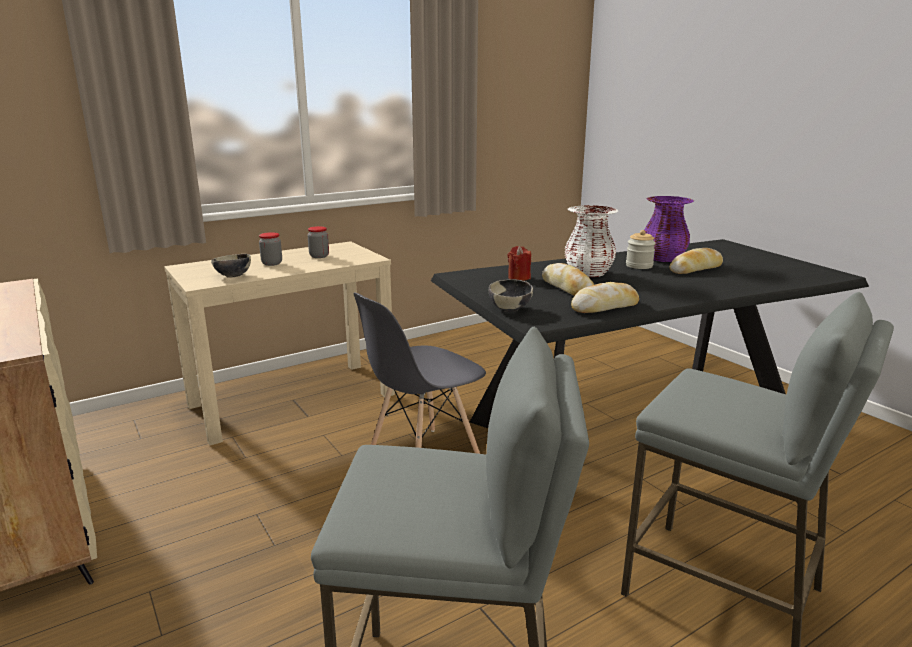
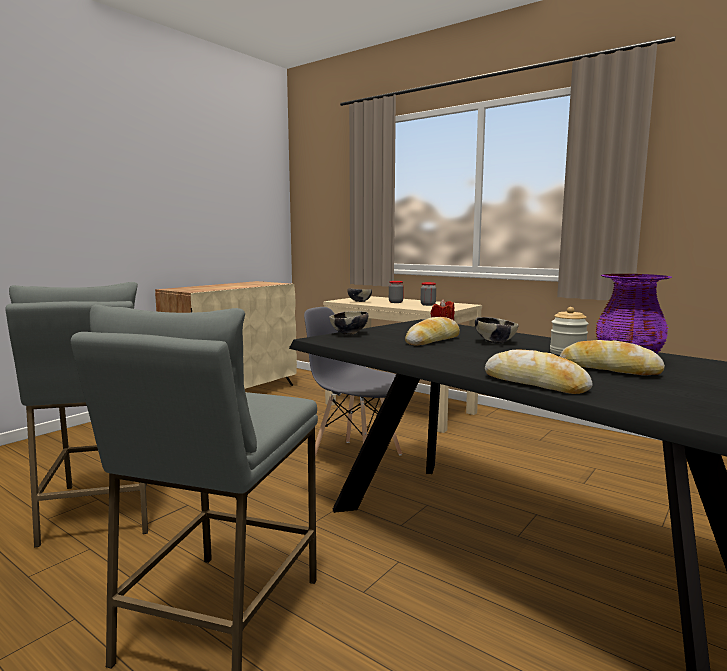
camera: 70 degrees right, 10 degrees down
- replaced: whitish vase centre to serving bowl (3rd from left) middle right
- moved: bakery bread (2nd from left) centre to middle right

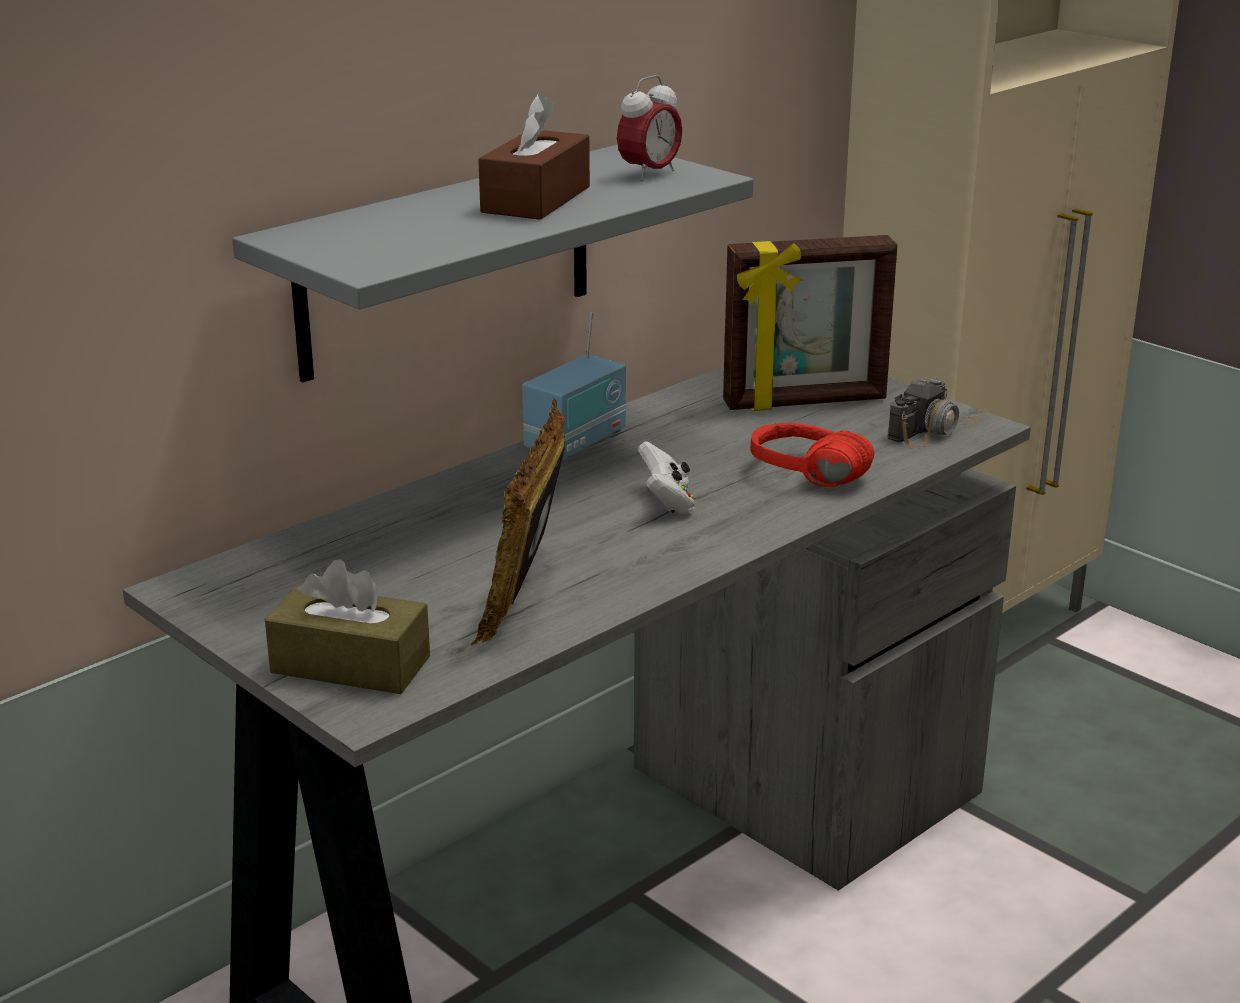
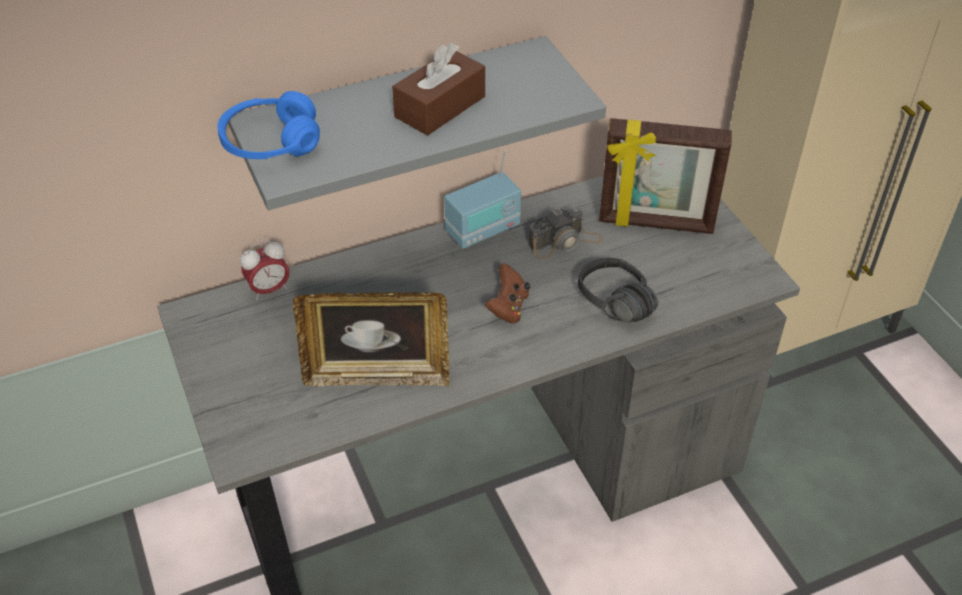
camera: 20 degrees right, 20 degrees up
- removed: brown tissue box (1st from left) middle left
- turned: photo frame (1st from left) centre = centre 120 degrees counterclockwise
- moved: bedside clock top centre to middle left
- recoloured: whitish joypad centre to brown joypad centre
- recoloured: red-coloured pair of headphones centre to blackish pair of headphones centre
- moved: photo camera middle right to centre
- added: blue pair of headphones top left

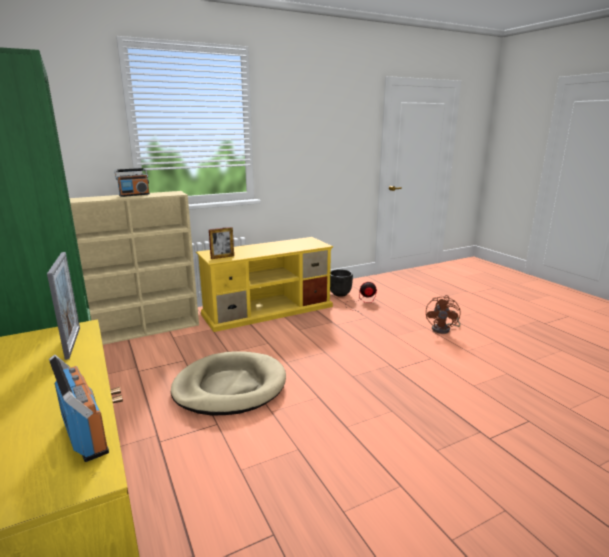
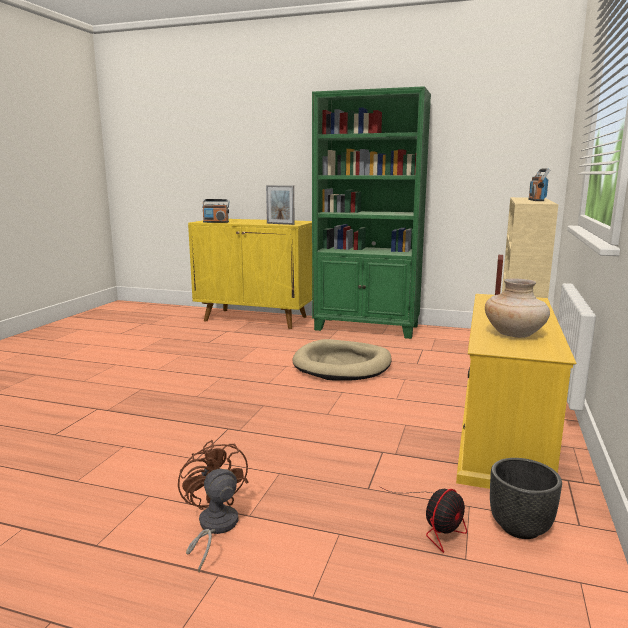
camera: 135 degrees right, 5 degrees down
- added: beige-coloured vase middle right

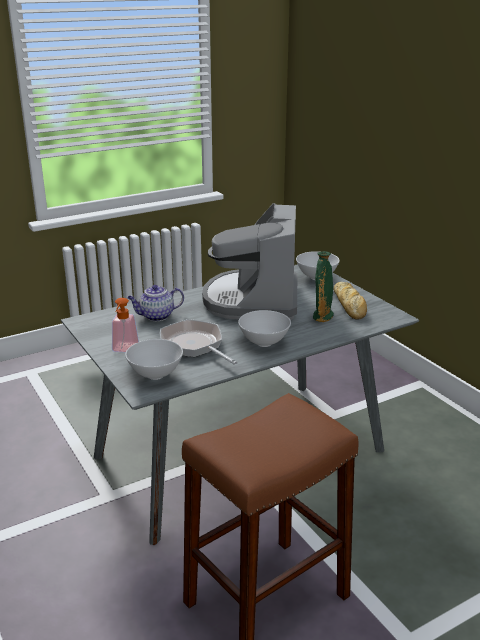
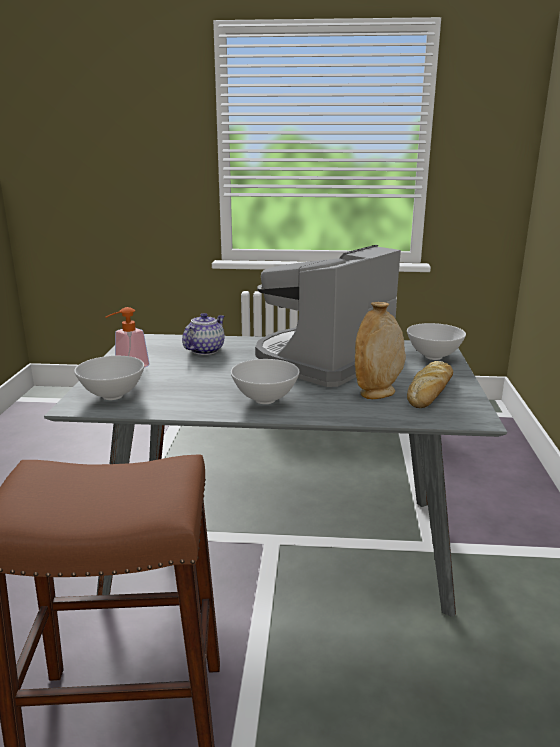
camera: 35 degrees right, 5 degrees down
- turned: pot for tea middle left = centre 105 degrees clockwise
- removed: skillet centre
- recoloured: green vase middle right to beige-coloured vase middle right

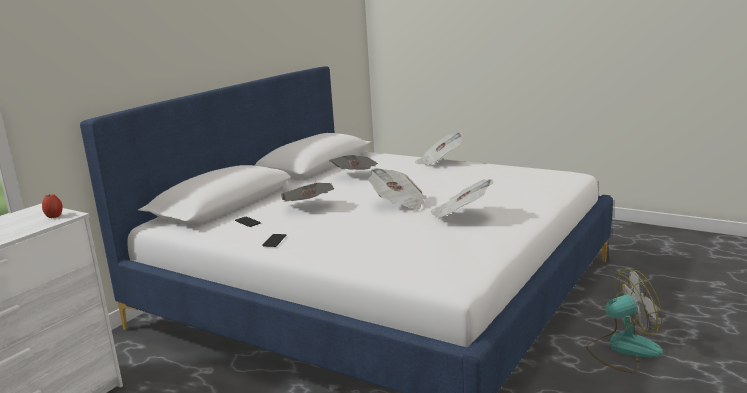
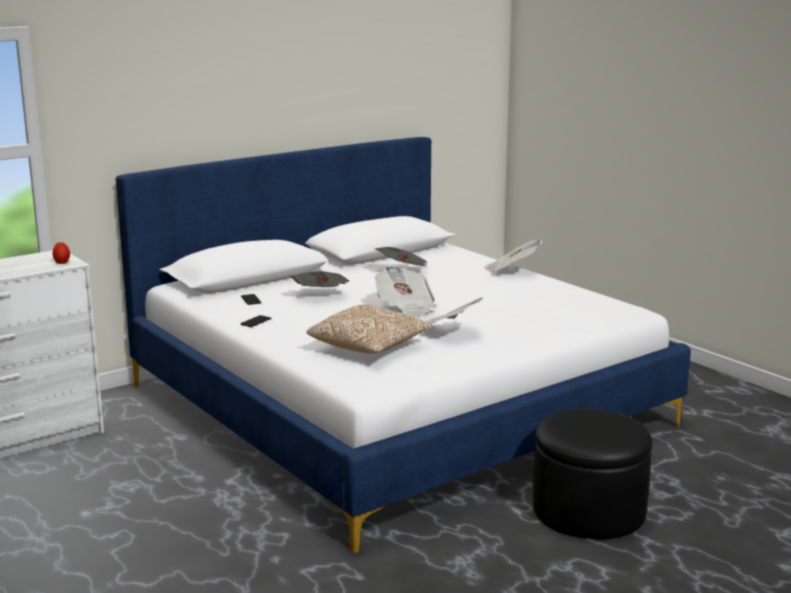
camera: 20 degrees right, 0 degrees up
- replaced: fan bottom right to blackish ottoman bottom right
- added: cushion centre

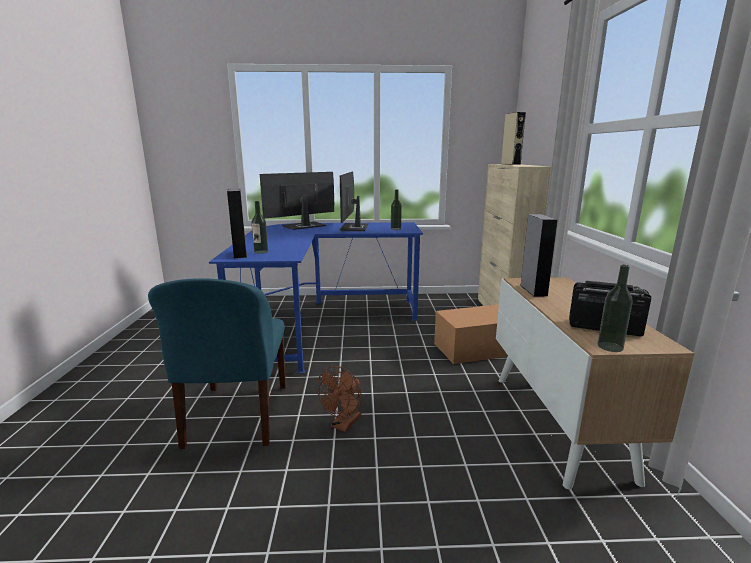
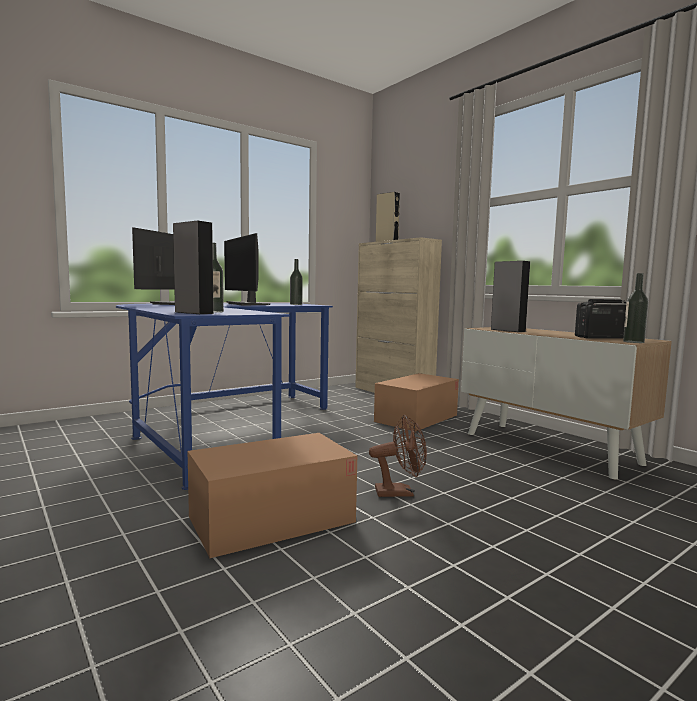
camera: 35 degrees left, 10 degrees down
- replaced: blue chair middle left to cardboard box (1st from left) bottom centre
- turned: brown fan bottom centre = centre 90 degrees counterclockwise

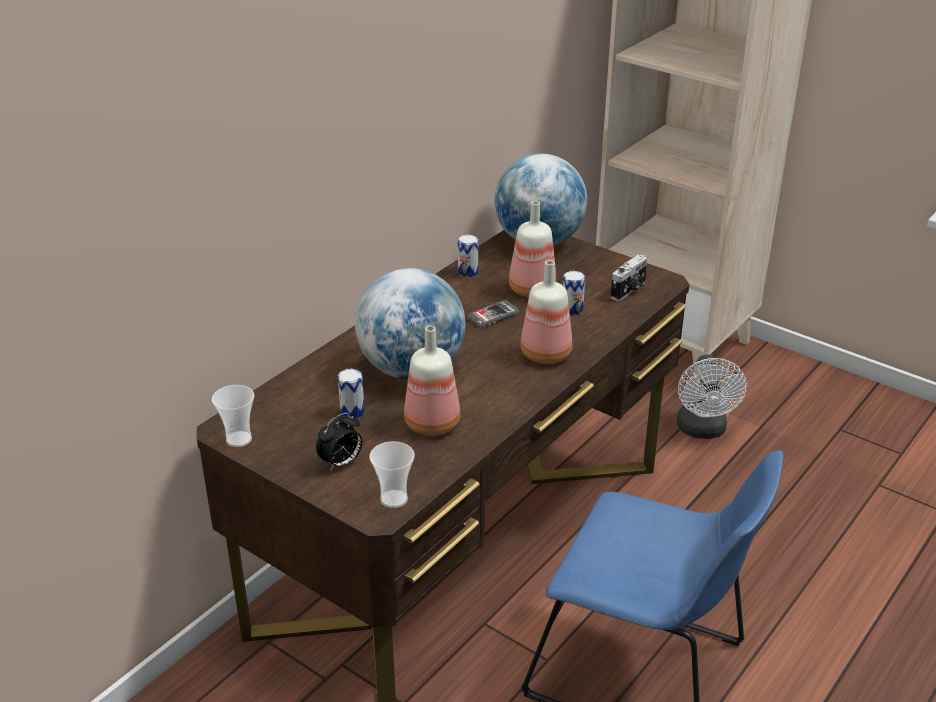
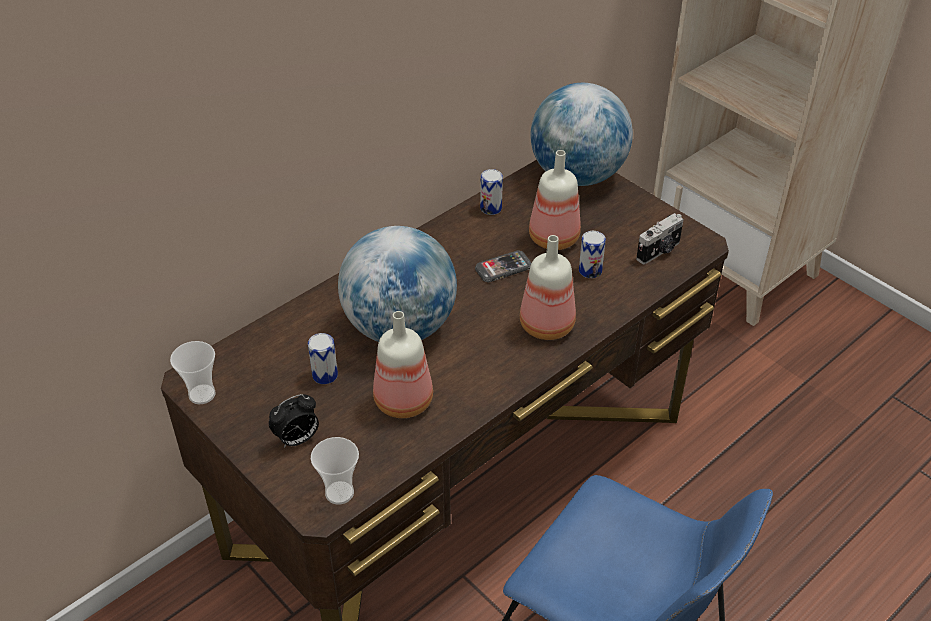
camera: 10 degrees right, 10 degrees up
- removed: whitish fan middle right

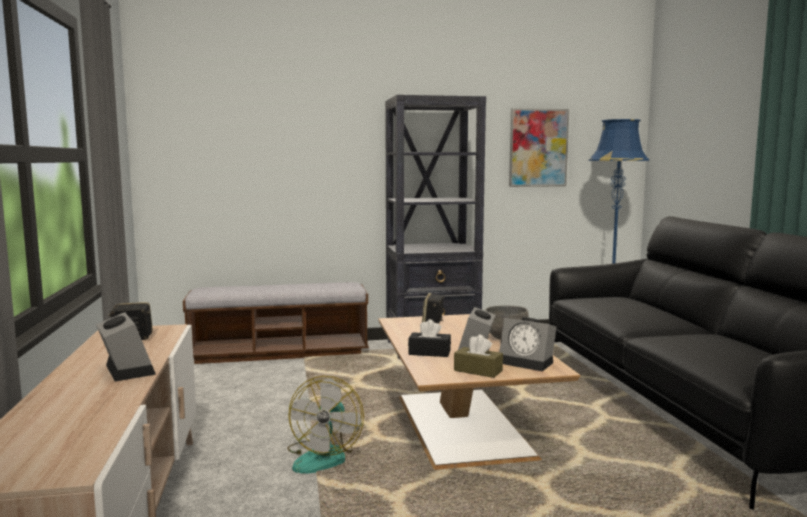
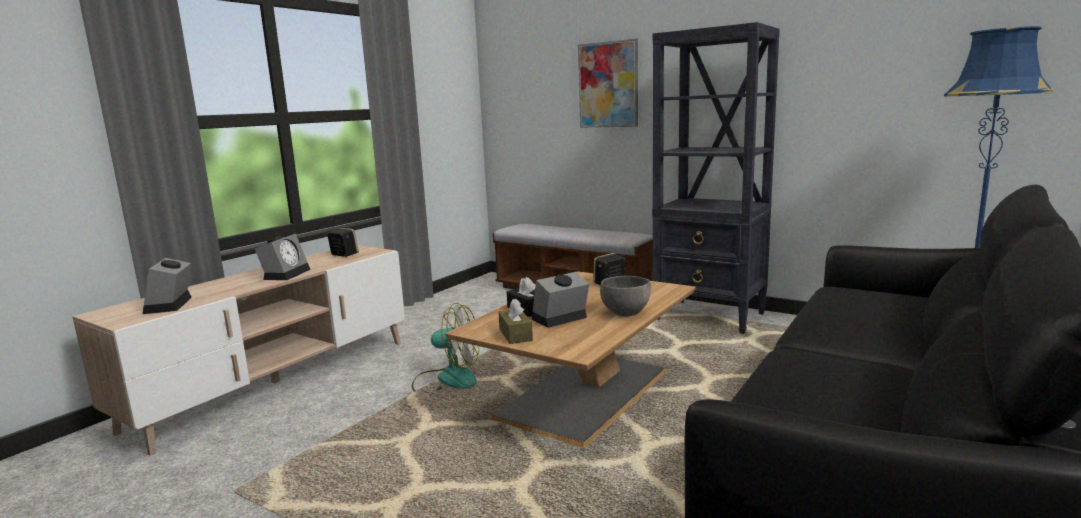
camera: 45 degrees right, 5 degrees up
- turned: fan bottom centre = bottom centre 135 degrees counterclockwise
- moved: bedside clock (3rd from left in the first image) centre to bedside clock (1st from left) middle left
- moved: wall picture top right to top centre

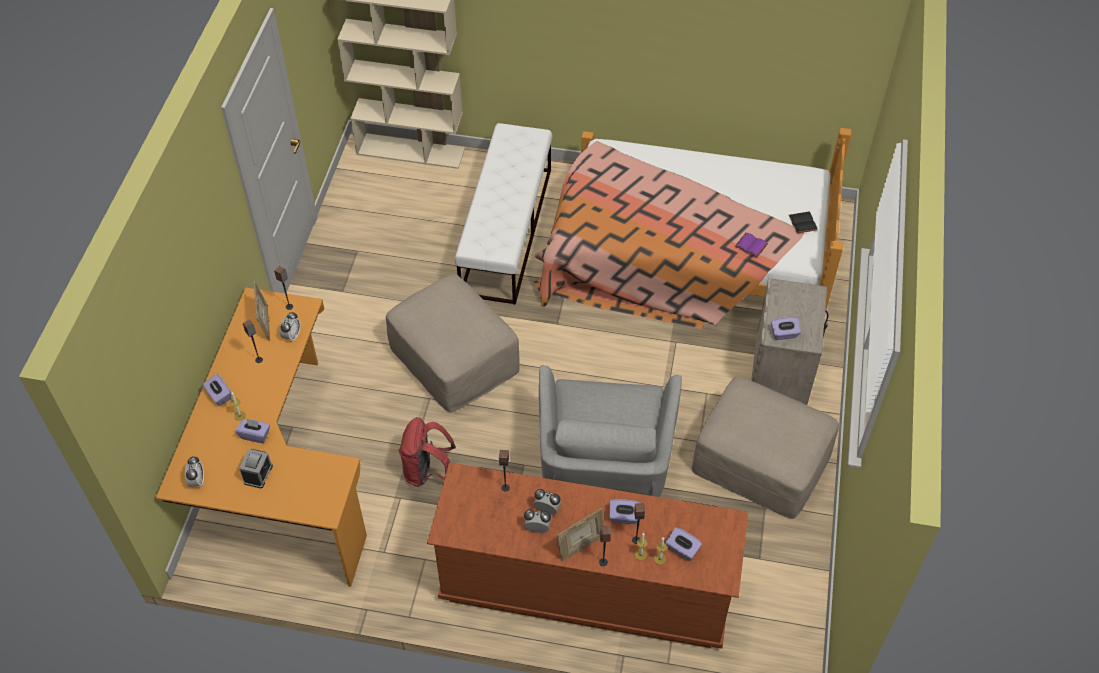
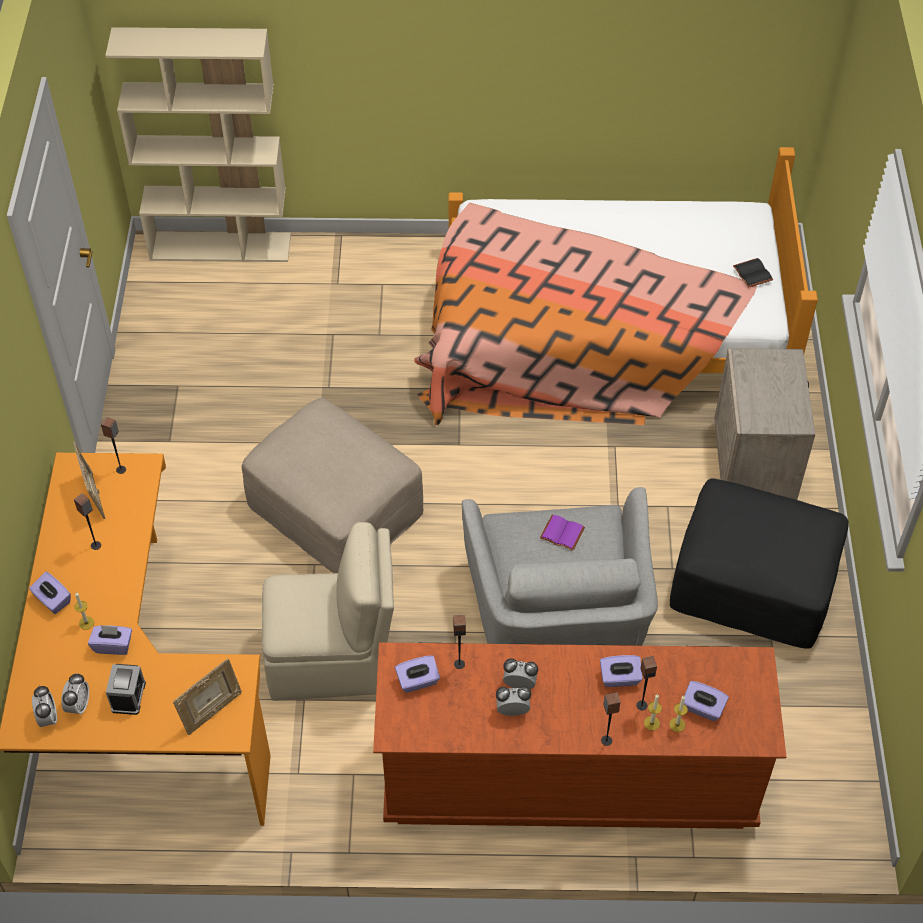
camera: 10 degrees left, 0 degrees up
- moved: bedside clock (3rd from left in the first image) middle left to bedside clock (2nd from left) bottom left
- replaced: red-coloured knapsack bottom centre to beige-coloured chair centre
- removed: whitish long seat top centre
- moved: photo frame (2nd from left) bottom centre to bottom left
- recoloured: beige-coloured ottoman (2nd from left) middle right to blackish ottoman middle right
- moved: purple volume middle right to centre
- moved: purple tissue box (5th from left in the first image) middle right to purple tissue box (3rd from left) bottom centre

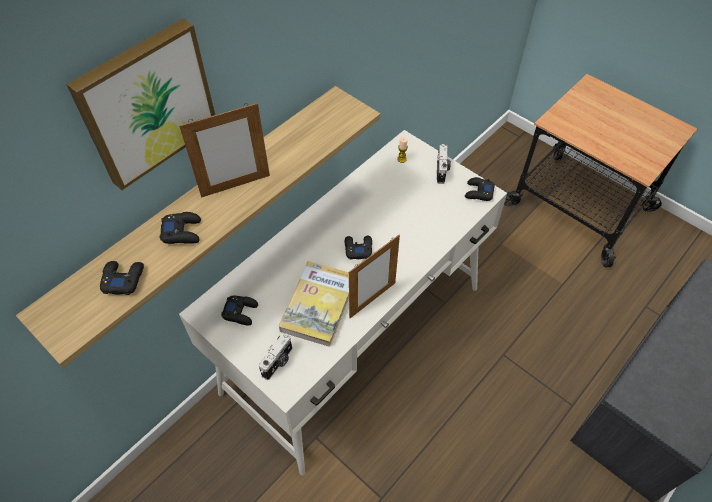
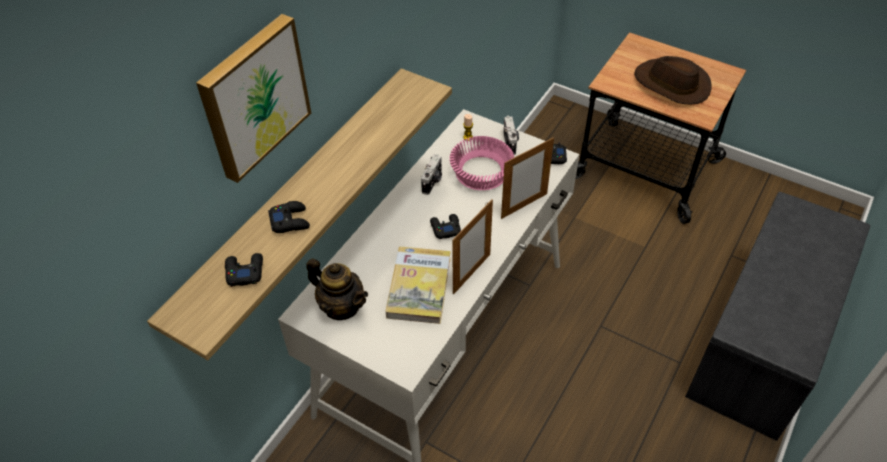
camera: 10 degrees left, 5 degrees down
- moved: photo frame (1st from left in the first image) top left to photo frame (2nd from left) centre
- replaced: blackish joypad (3rd from left) centre to pot for tea centre
- moved: photo camera (1st from left) bottom centre to centre
- added: pinkish serving bowl centre
- added: brown hat top right

